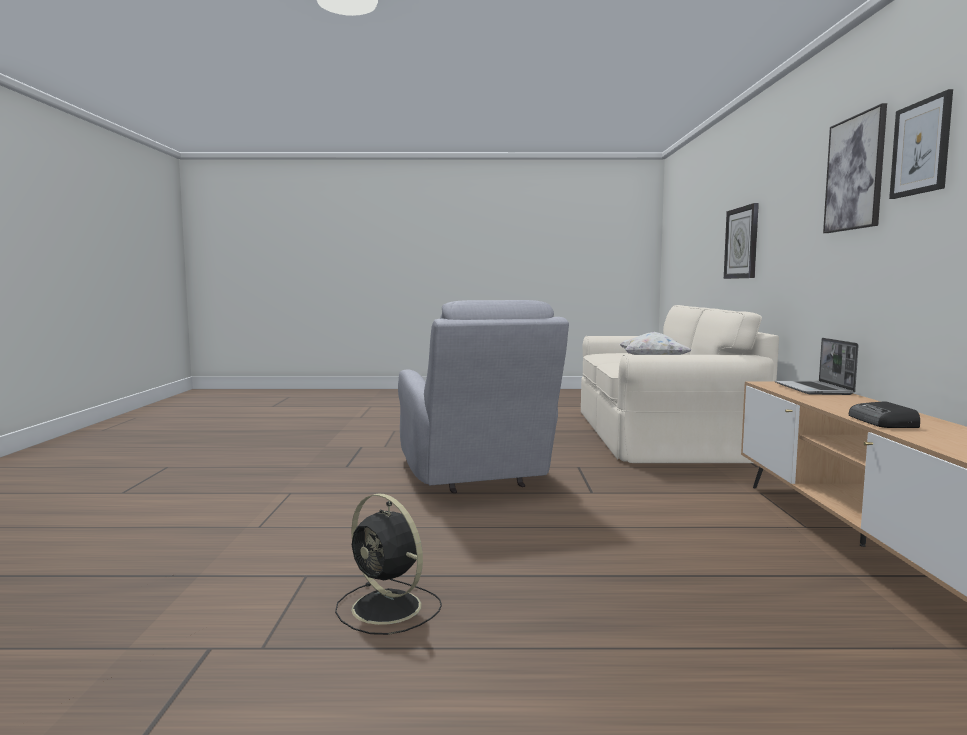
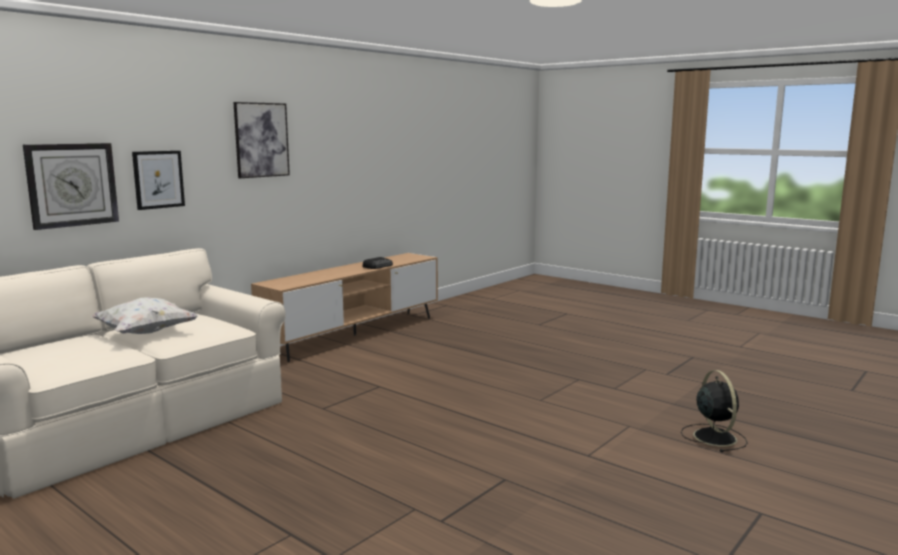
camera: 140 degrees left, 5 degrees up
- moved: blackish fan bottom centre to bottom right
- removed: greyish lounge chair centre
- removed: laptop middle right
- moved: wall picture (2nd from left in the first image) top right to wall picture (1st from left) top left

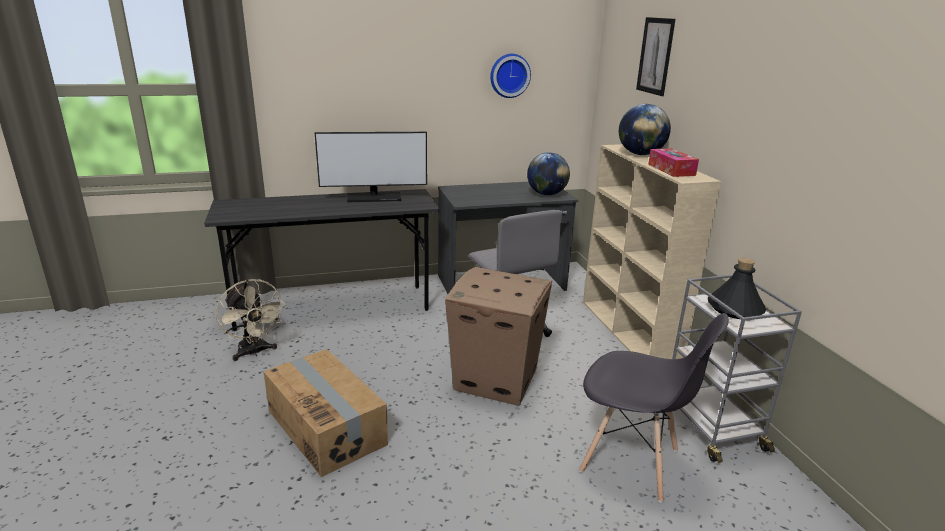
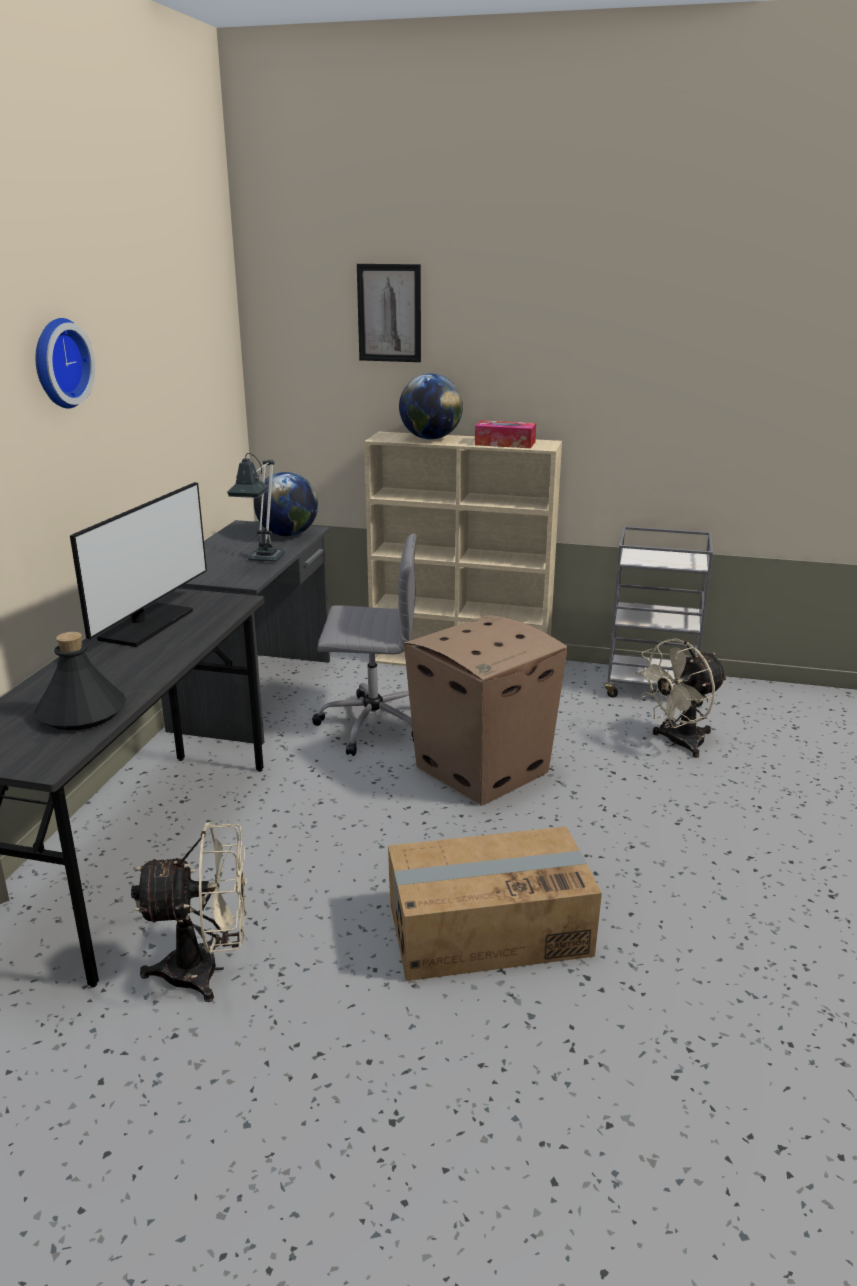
camera: 60 degrees left, 0 degrees up
- moved: wall clock top centre to top left
- replaced: greyish chair bottom right to beige-coloured fan (2nd from left) middle right
- moved: blackish beverage bottle middle right to middle left
- added: tabletop lamp middle left

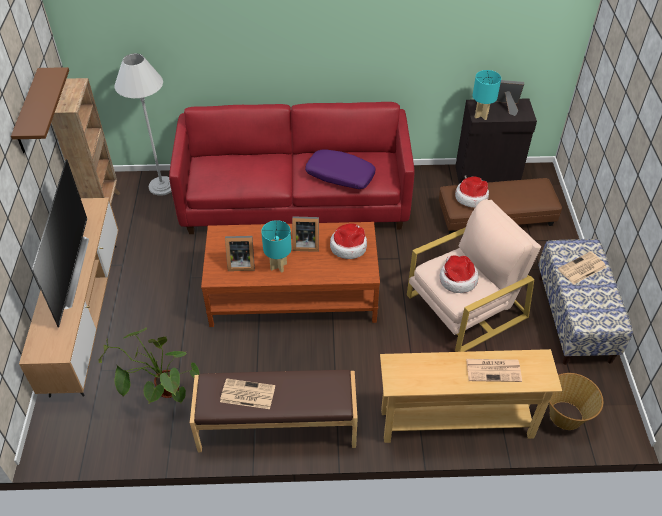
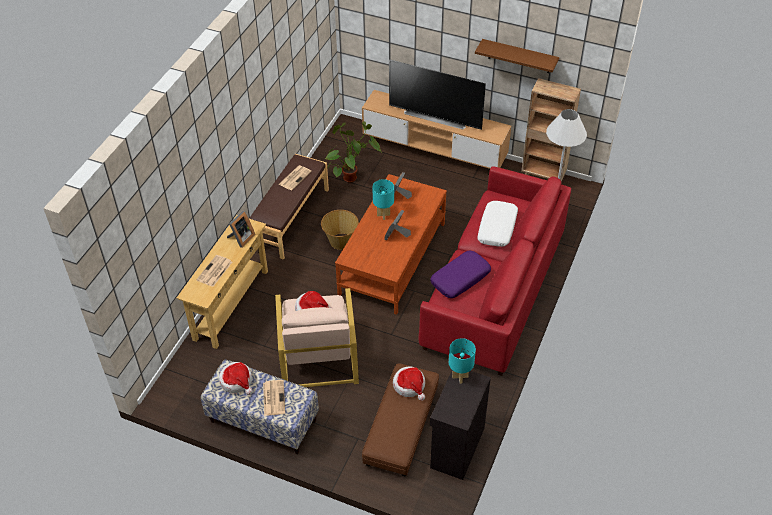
camera: 115 degrees right, 0 degrees up
- moved: hat (1st from left) centre to bottom left
- moved: photo frame (3rd from left in the first image) top right to photo frame (1st from left) middle left
- moved: basket bottom right to centre
- added: whitish cushion centre

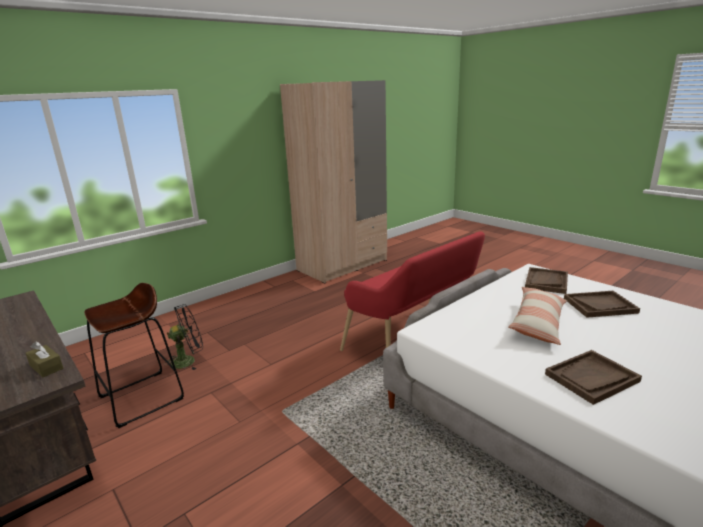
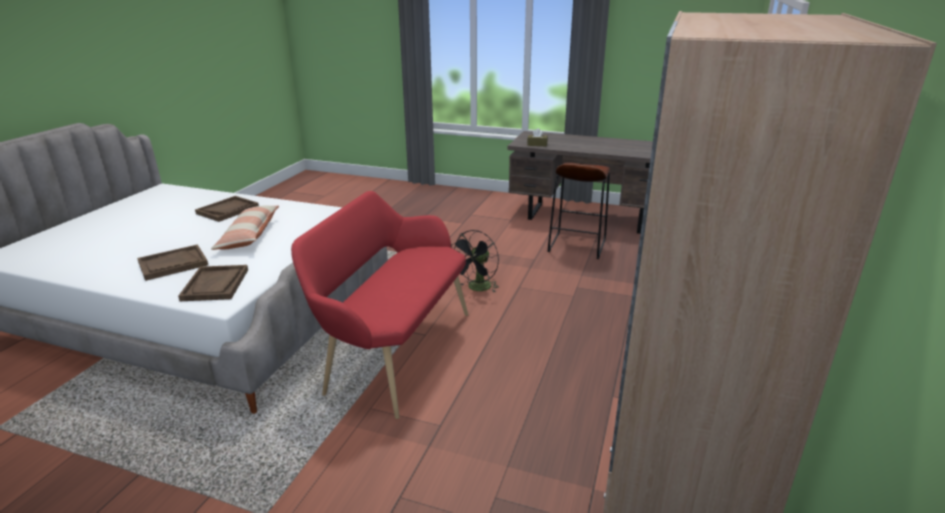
camera: 150 degrees right, 5 degrees up
- moved: blackish fan middle left to centre

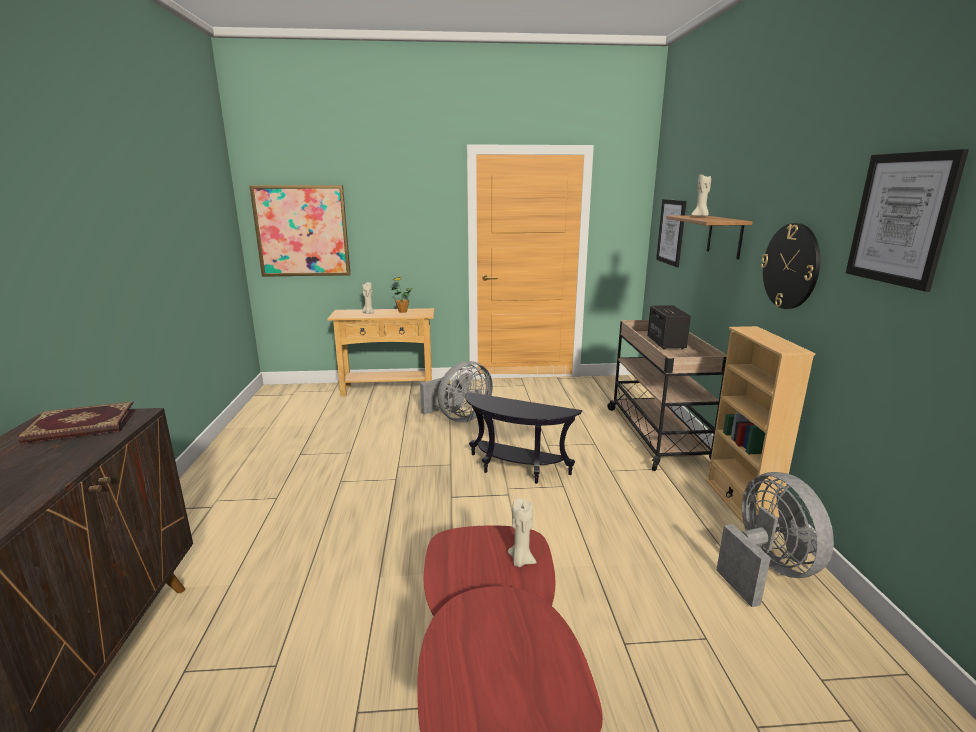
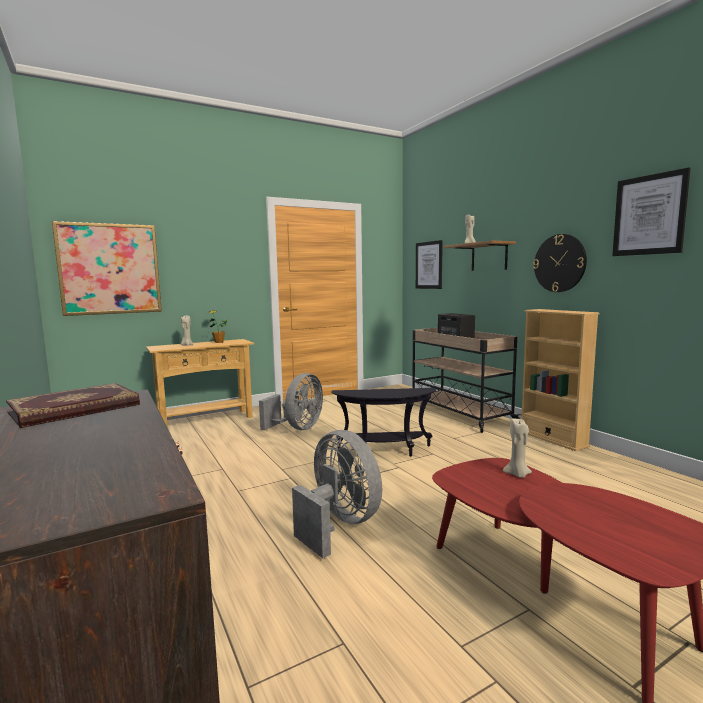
camera: 25 degrees left, 10 degrees down
- moved: greyish fan (2nd from left) bottom right to bottom centre

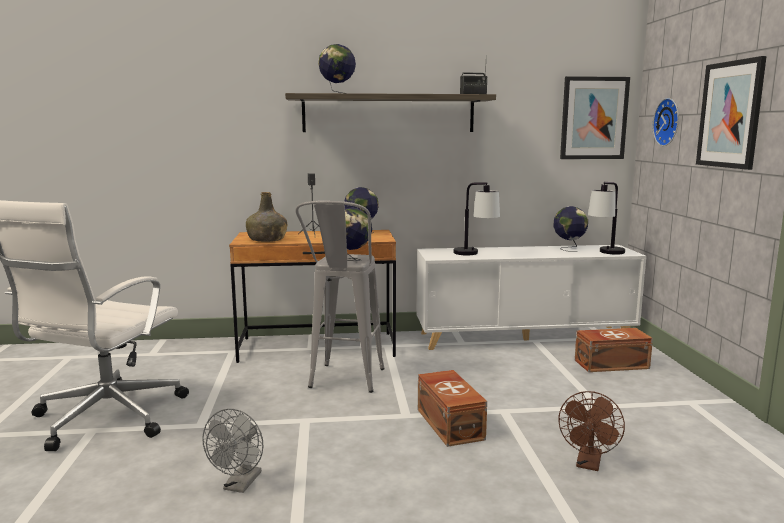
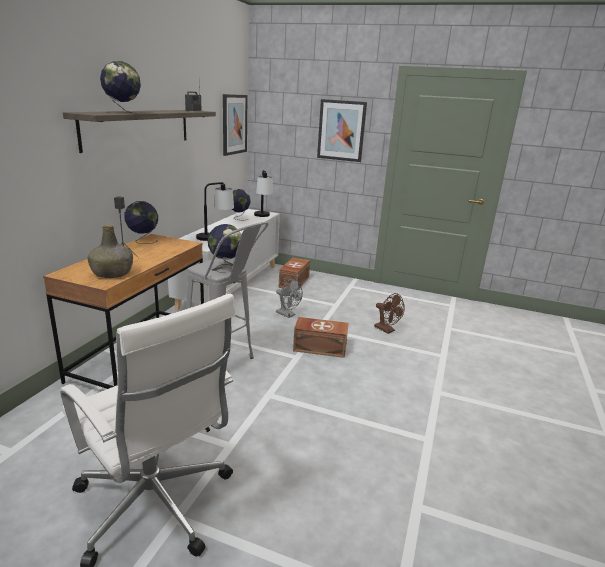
camera: 65 degrees left, 10 degrees up
- moved: greyish fan bottom left to centre
- removed: wall clock top right

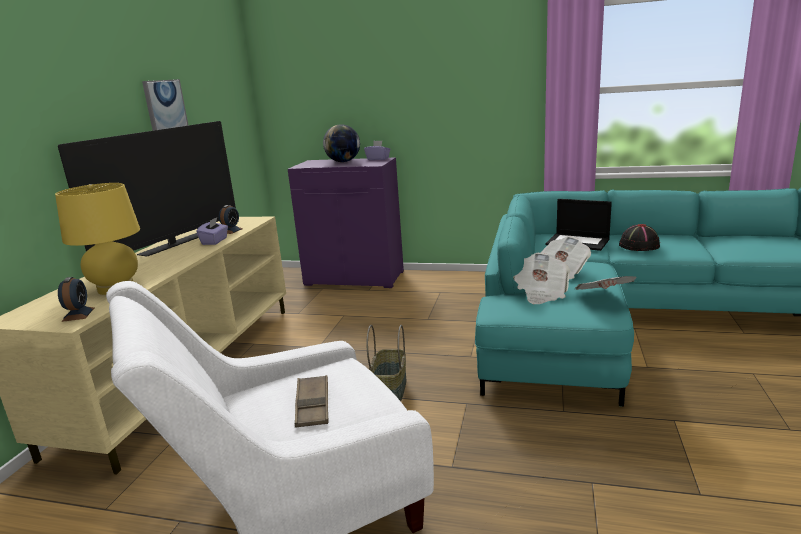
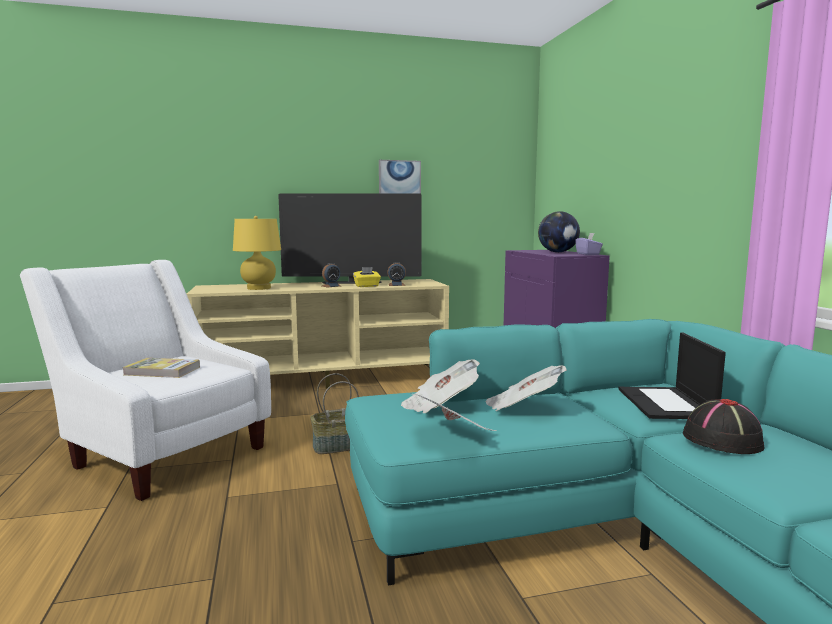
camera: 60 degrees right, 10 degrees down
- moved: bedside clock (1st from left) middle left to centre
- recoloured: purple tissue box (1st from left) middle left to yellow-coloured tissue box centre
- replaced: brown tray bottom centre to volume middle left

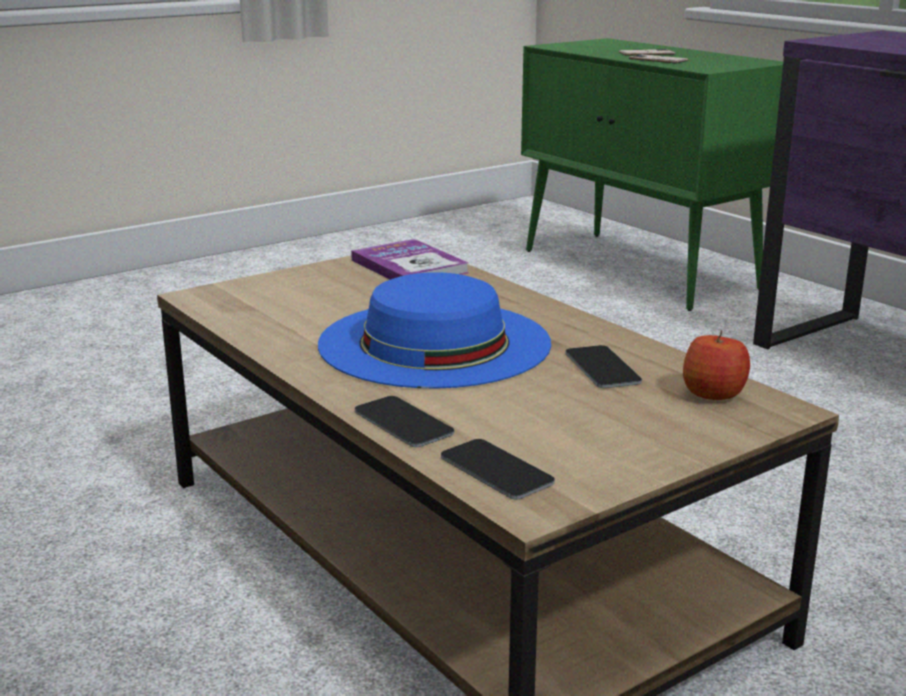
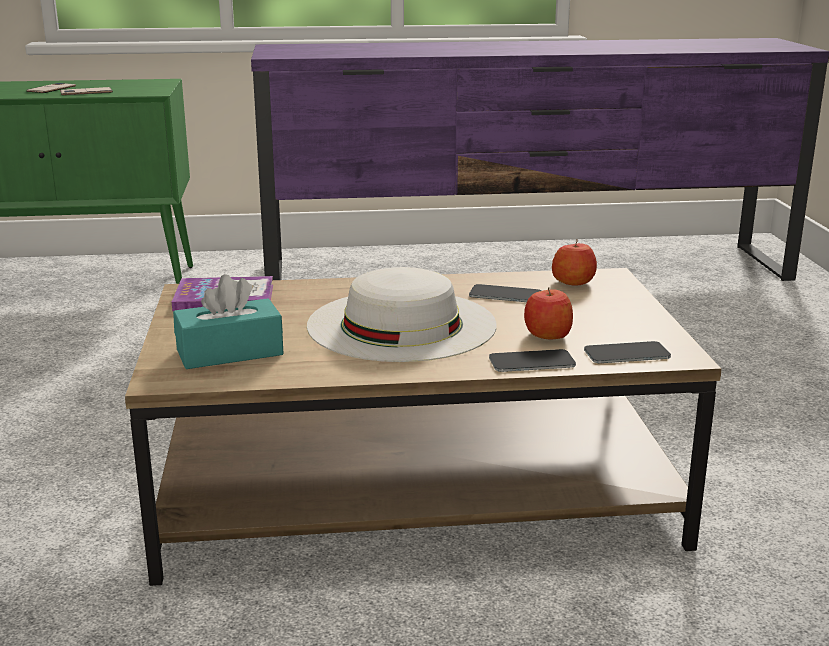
camera: 60 degrees left, 0 degrees up
- recoloured: blue hat centre to whitish hat centre
- added: turquoise tissue box middle left
- added: apple (1st from left) centre

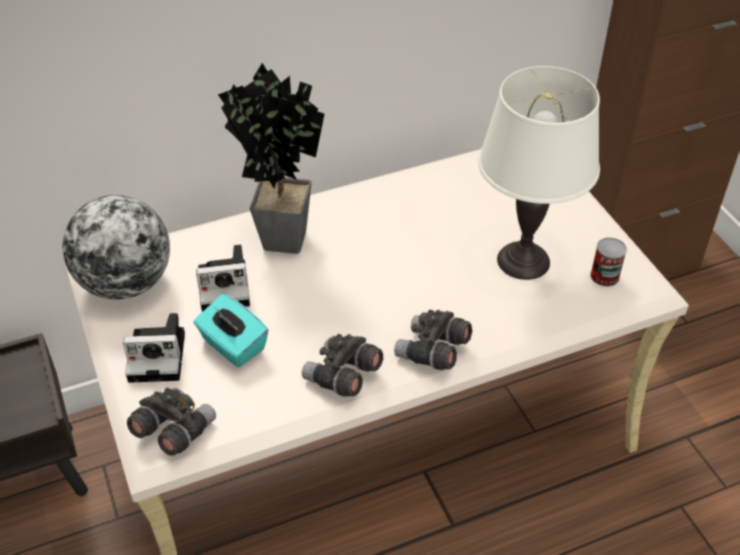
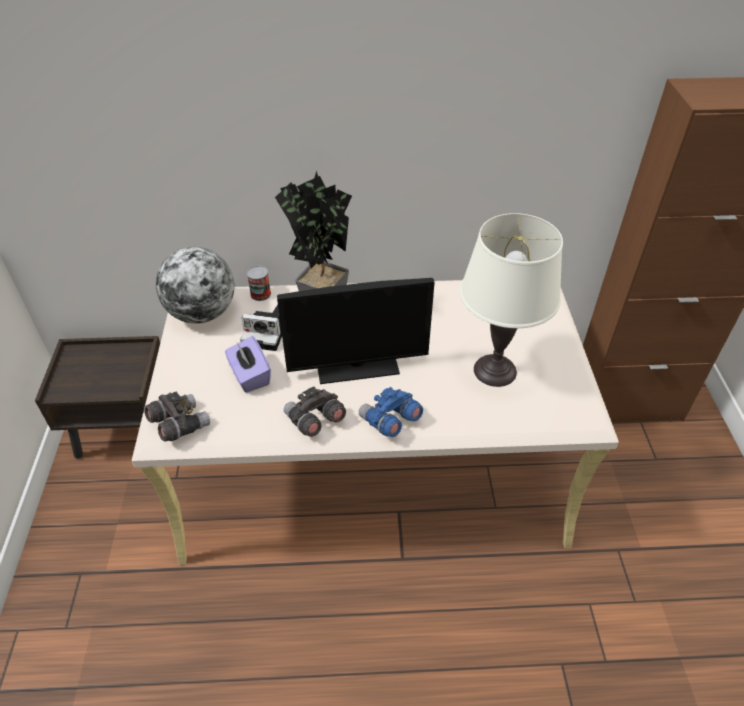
camera: 20 degrees right, 0 degrees up
- removed: photo camera (1st from left) middle left
- recoloured: turquoise tissue box middle left to purple tissue box centre
- recoloured: greyish field glasses (3rd from left) centre to blue field glasses centre
- moved: sealed can middle right to centre
- added: computer screen centre

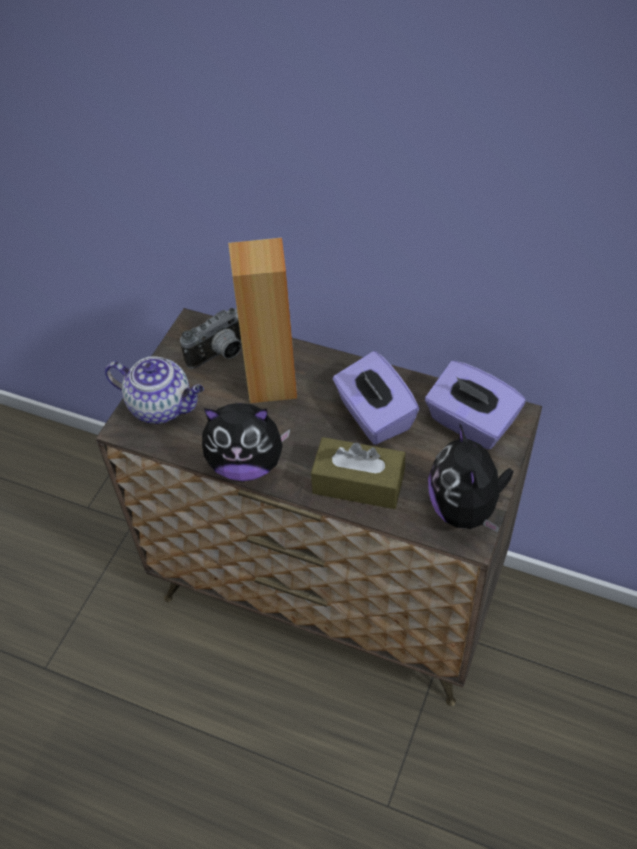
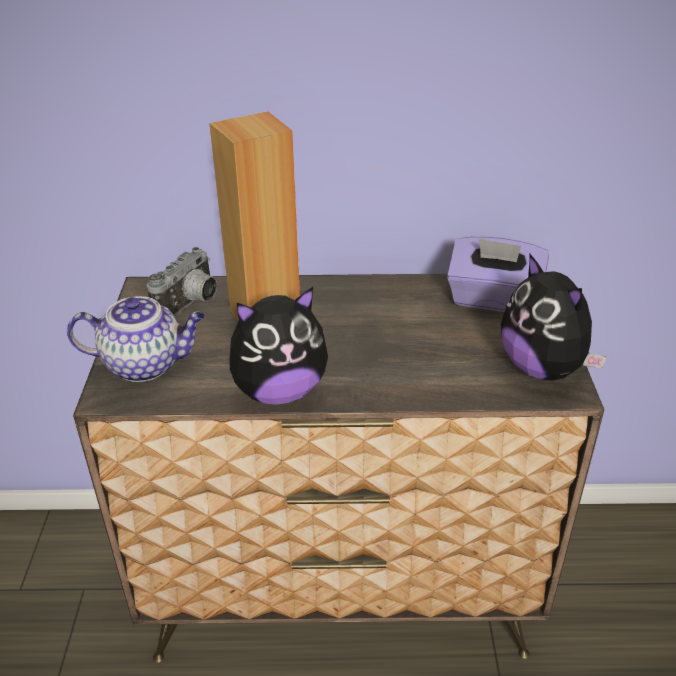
camera: 25 degrees left, 15 degrees down
- removed: brown tissue box centre
- removed: purple tissue box (1st from left) centre

